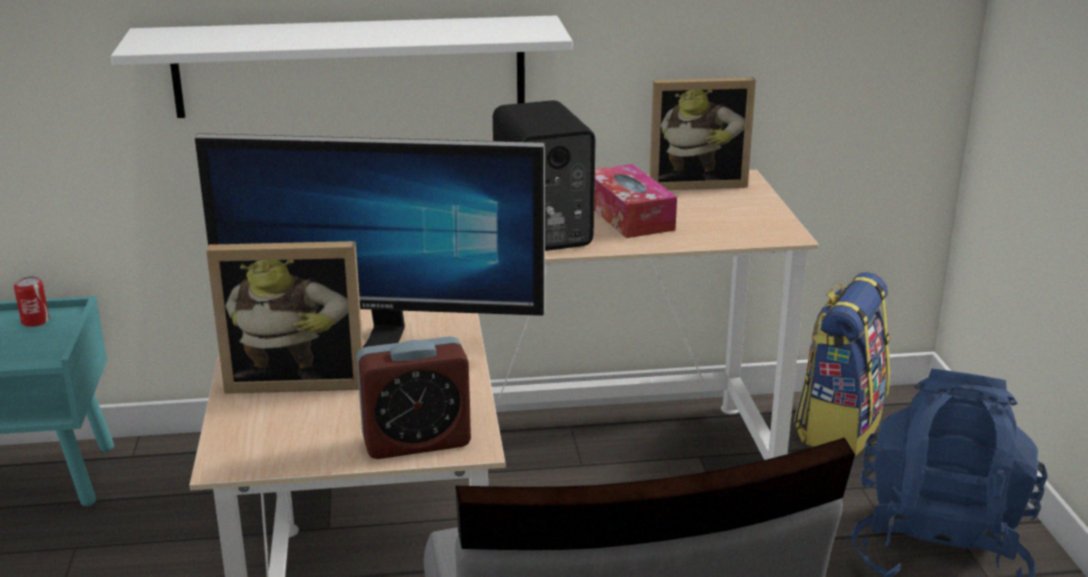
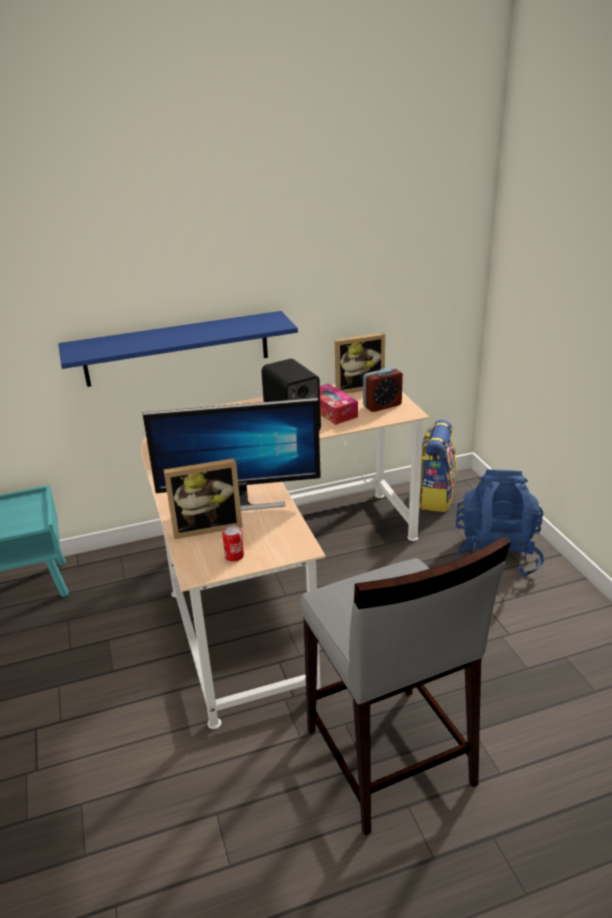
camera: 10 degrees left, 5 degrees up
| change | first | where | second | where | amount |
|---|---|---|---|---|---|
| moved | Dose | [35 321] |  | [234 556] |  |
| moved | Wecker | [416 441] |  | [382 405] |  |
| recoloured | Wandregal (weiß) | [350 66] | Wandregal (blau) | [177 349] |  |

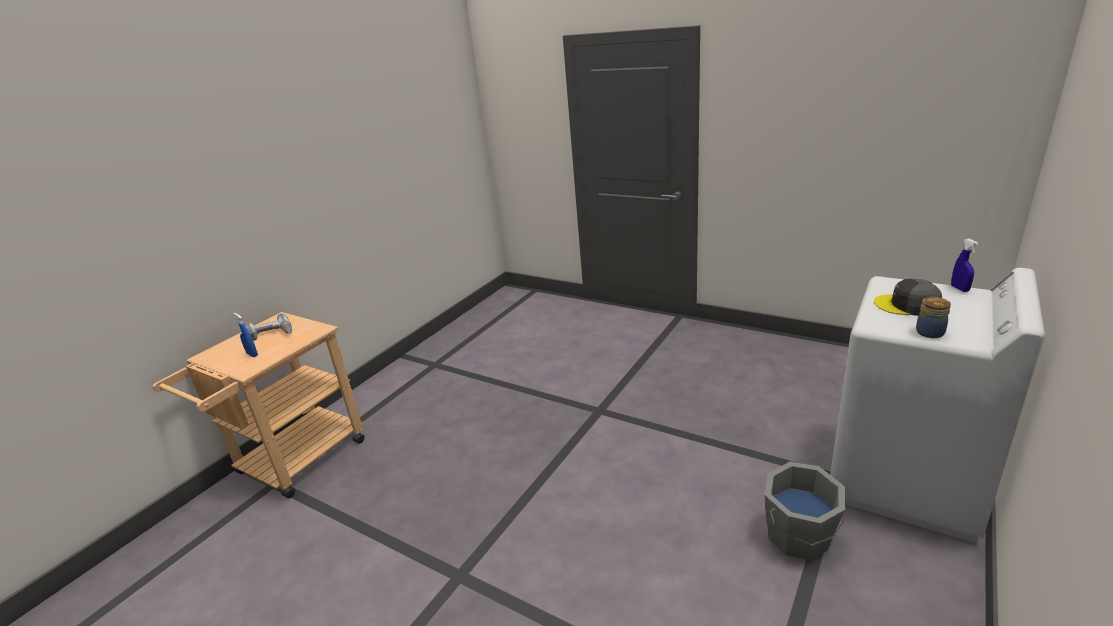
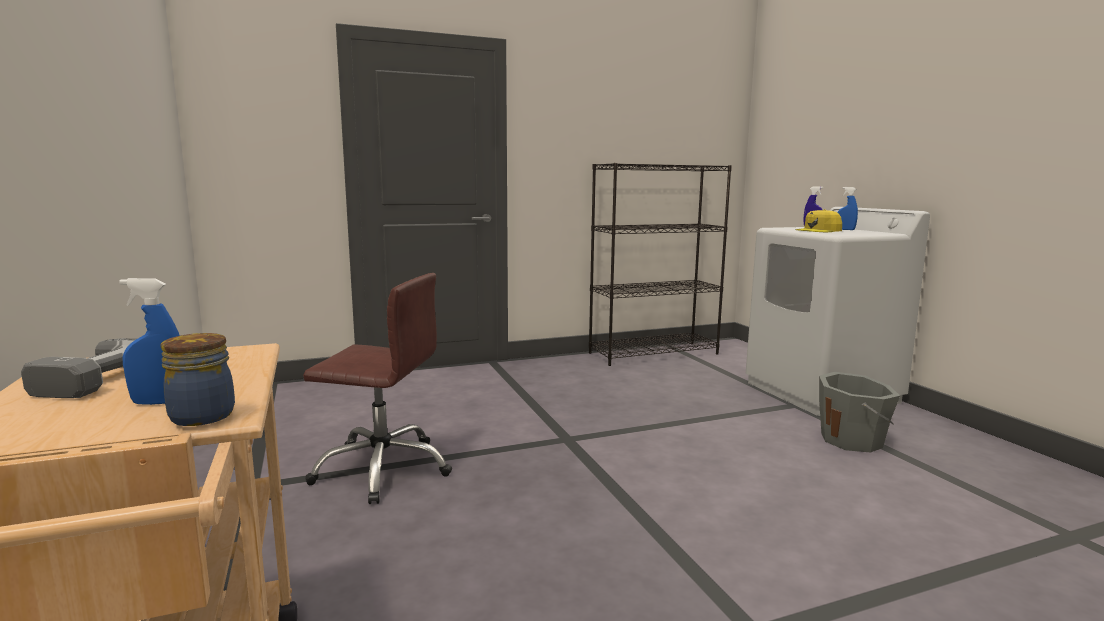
camera: 55 degrees left, 15 degrees down
| change | first | where | second | where | amount |
|---|---|---|---|---|---|
| added |  |  | Bürostuhl (braun) | [383 468] |  |
| added |  |  | Bücherregal (schwarz) | [654 353] |  |
| added |  |  | Sprühflasche (blau) | [845 229] |  |
| moved | Vorratsglas | [929 332] |  | [201 415] |  |
| recoloured | Kappe (grau) | [907 305] | Kappe (gelb) | [819 230] |  |

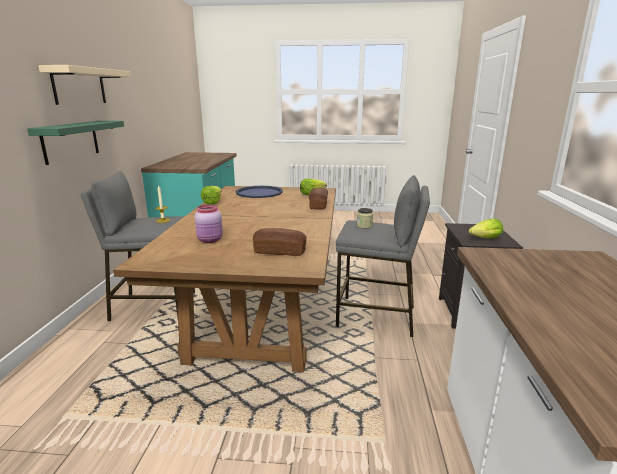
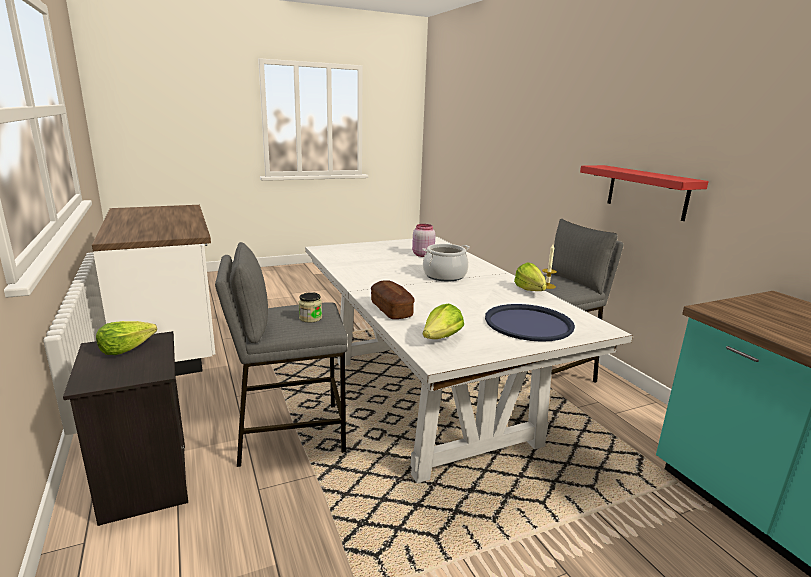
camera: 150 degrees right, 0 degrees up
| change | first | where | second | where | amount |
|---|---|---|---|---|---|
| removed | Wandregal (beige) | [79 86] |  |  |  |
| removed | Brot | [279 251] |  |  |  |
| added |  |  | Kochtopf | [444 276] |  |
| recoloured | Wandregal (grün) | [71 141] | Wandregal (rot) | [647 192] |  |
| recoloured | Esstisch (braun) | [262 314] | Esstisch (weiß) | [426 399] |  |

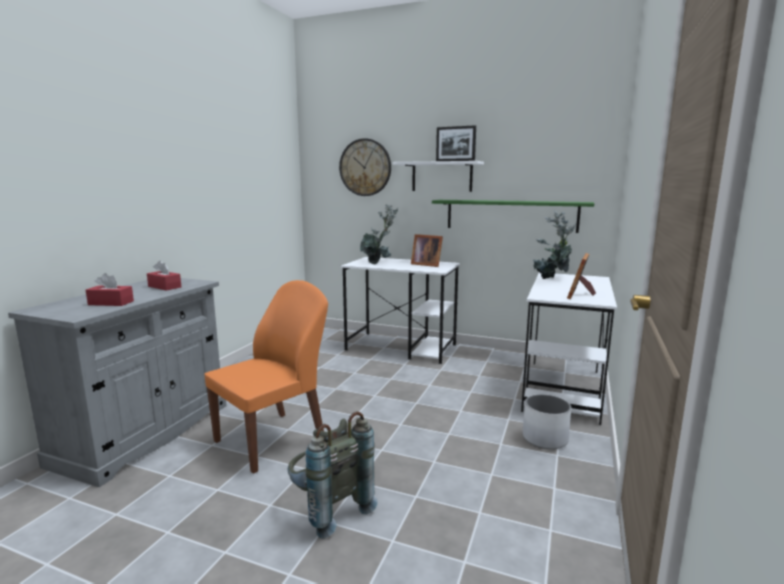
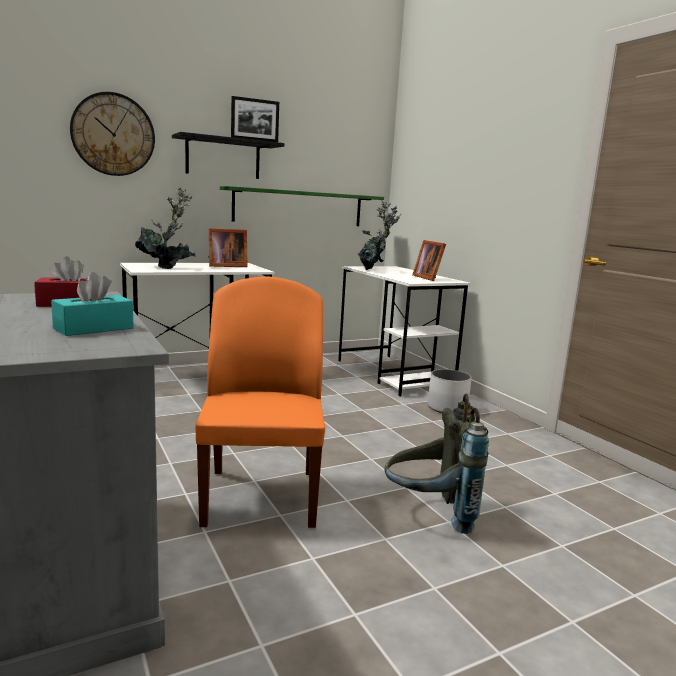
camera: 50 degrees left, 0 degrees up
| change | first | where | second | where | amount |
|---|---|---|---|---|---|
| recoloured | Taschentuchbox (rot) | [111 303] | Taschentuchbox (türkis) | [94 328] |  |
| recoloured | Wandregal (weiß) | [442 176] | Wandregal (schwarz) | [223 158] |  |

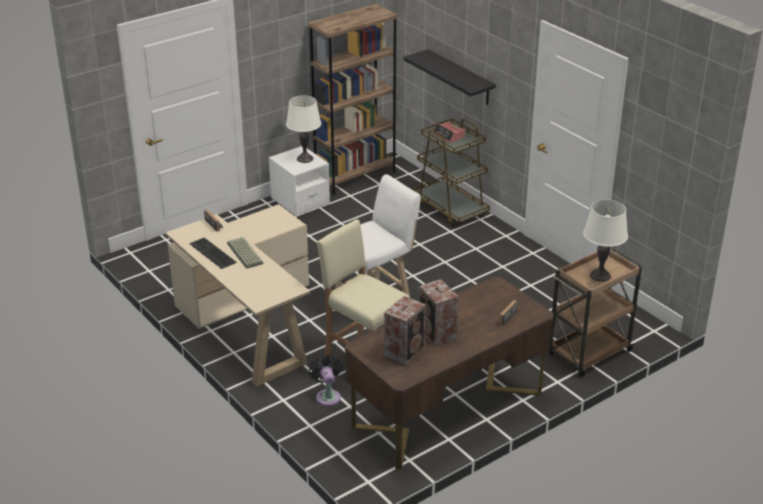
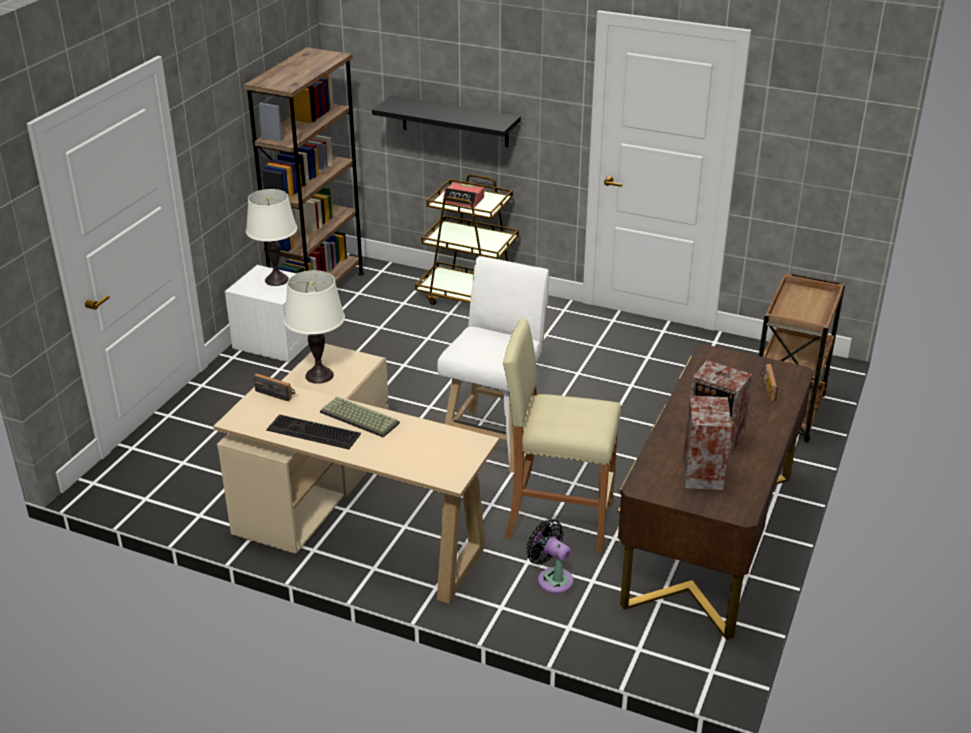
camera: 30 degrees left, 0 degrees up
| change | first | where | second | where | amount |
|---|---|---|---|---|---|
| moved | Tischlampe (weiß) | [600 276] |  | [319 375] |  |

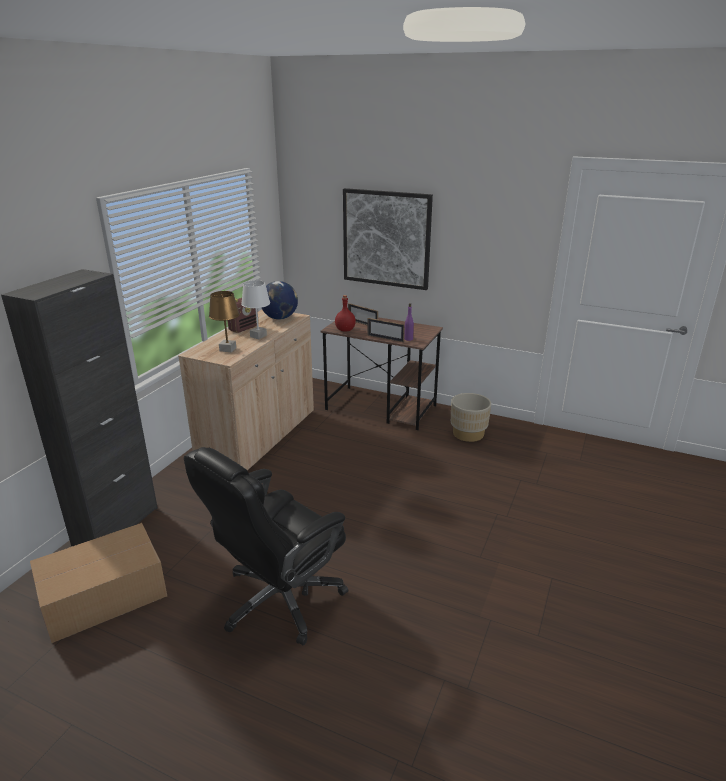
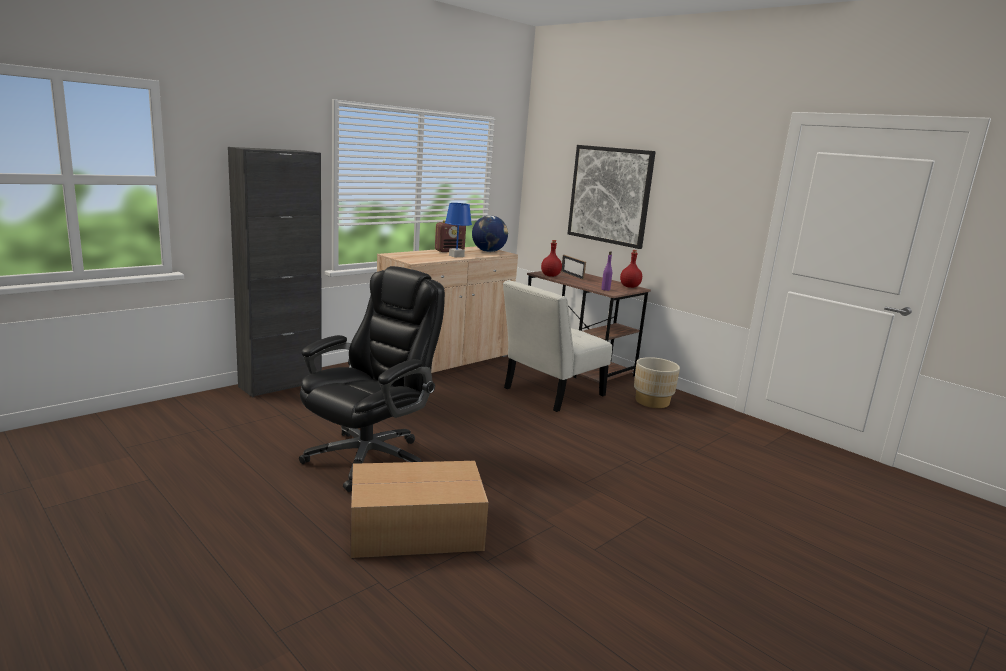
camera: 20 degrees right, 10 degrees down
| change | first | where | second | where | amount |
|---|---|---|---|---|---|
| removed | Tischlampe (braun) | [227 349] |  |  |  |
| removed | Bilderrahmen | [385 338] |  |  |  |
| added |  |  | Stuhl (weiß) | [550 393] |  |
| added |  |  | Flasche (rot) | [629 286] |  |
| moved | Karton | [102 596] |  | [413 528] |  |
| recoloured | Tischlampe (weiß) | [258 336] | Tischlampe (blau) | [456 256] |  |
| turned | Bürostuhl (schwarz) | [279 599] |  | [369 458] | 150 degrees clockwise |

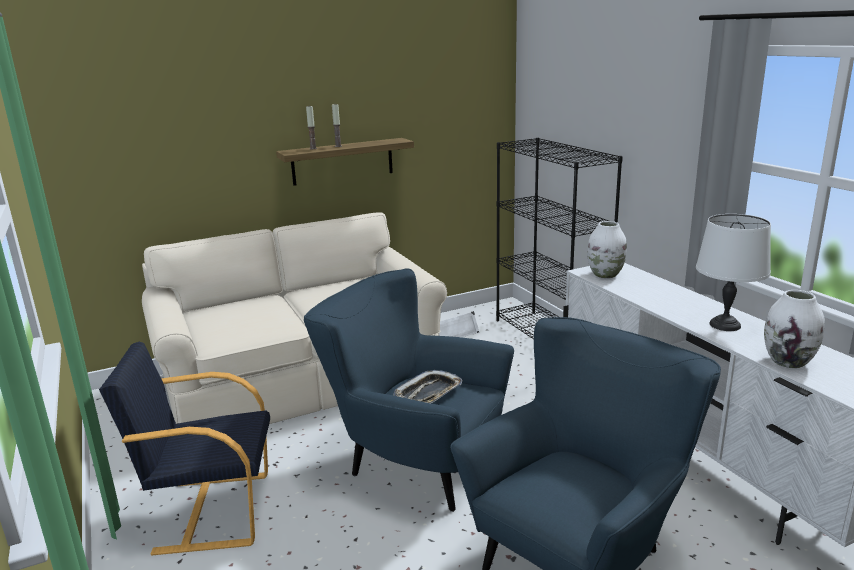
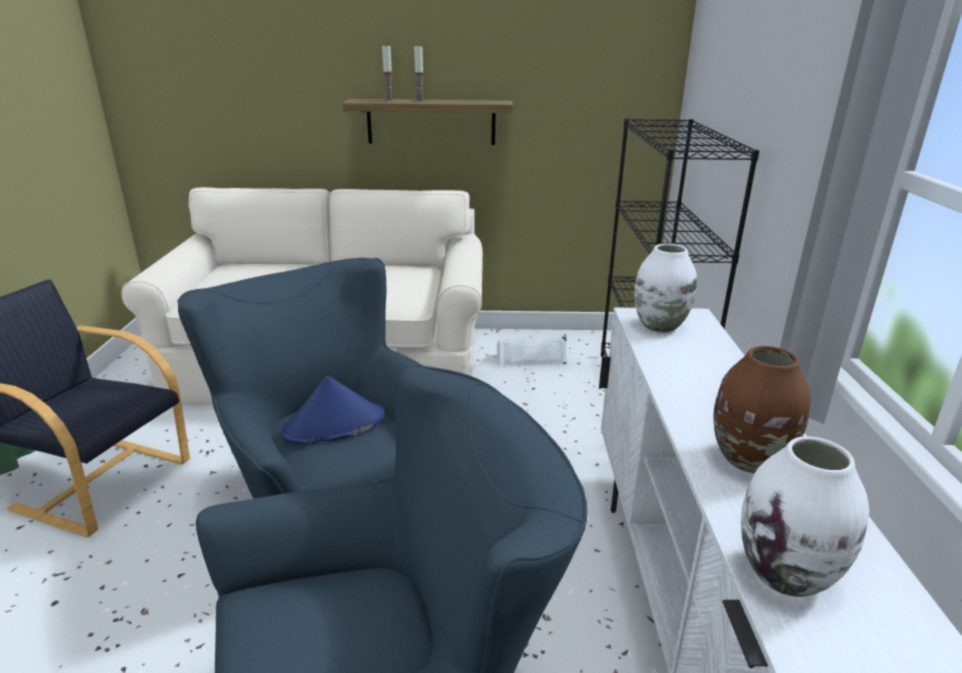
camera: 25 degrees right, 5 degrees up
| change | first | where | second | where | amount |
|---|---|---|---|---|---|
| replaced | Tablett | [428 393] | Hut (blau) | [333 425] |  |
| replaced | Tischlampe (weiß) | [725 325] | Vase (braun) | [750 460] |  |

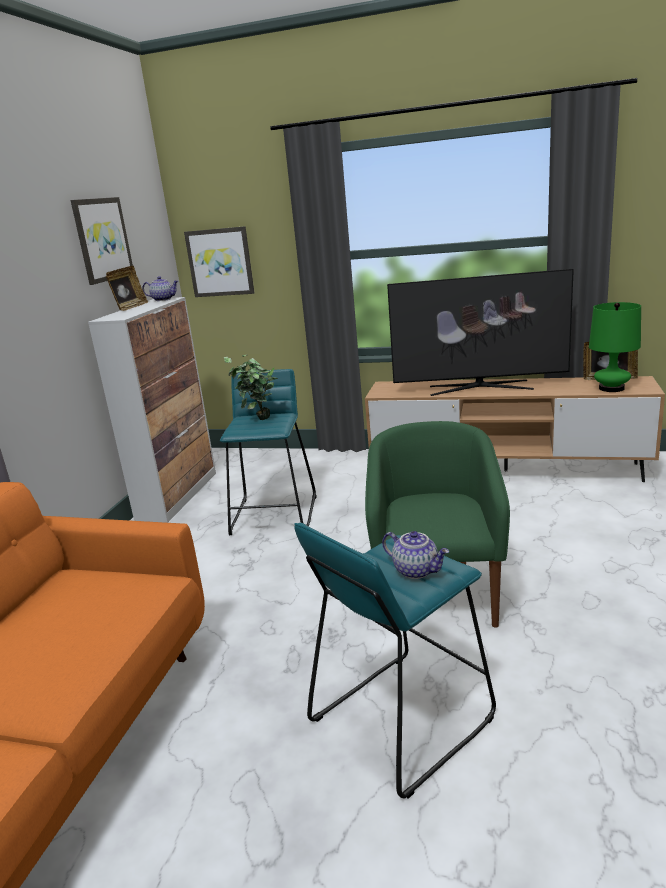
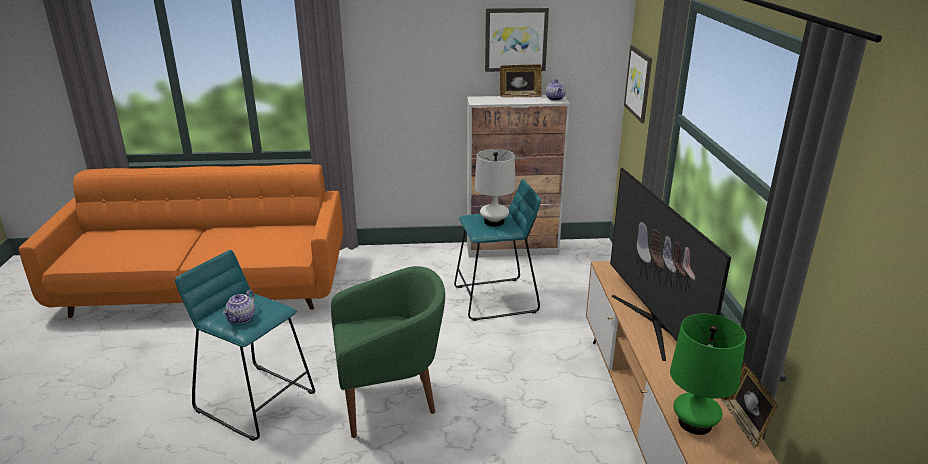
camera: 70 degrees right, 5 degrees up
| change | first | where | second | where | amount |
|---|---|---|---|---|---|
| replaced | Topfpflanze | [258 421] | Tischlampe (weiß) | [494 222] |  |

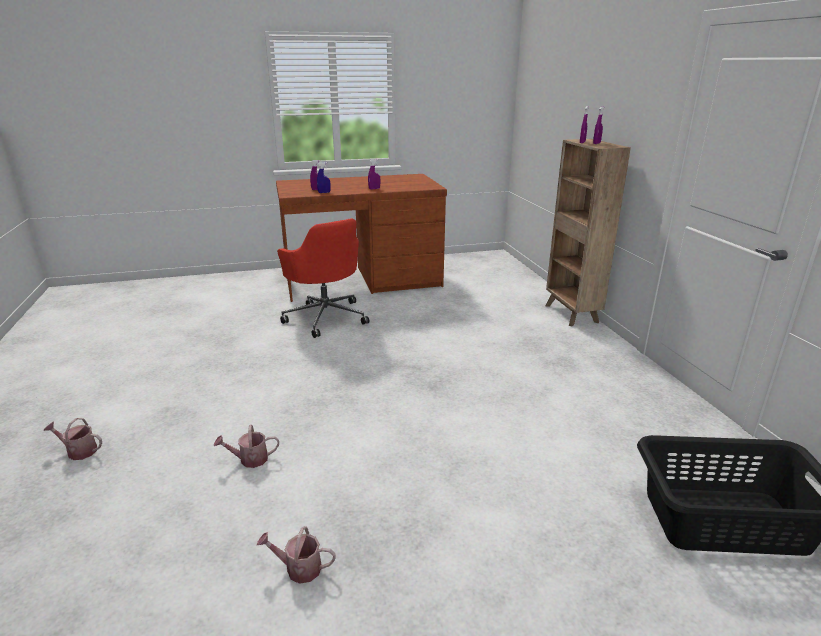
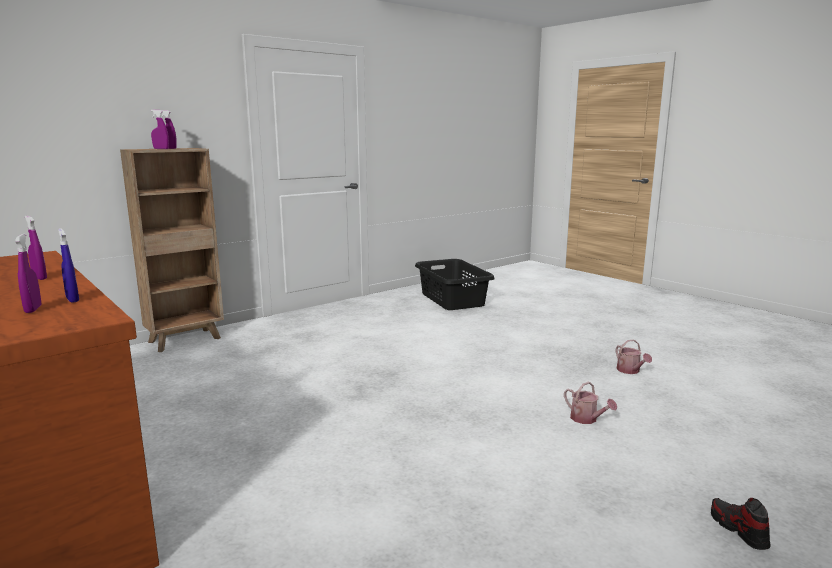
camera: 115 degrees left, 10 degrees down
| change | first | where | second | where | amount |
|---|---|---|---|---|---|
| removed | Bürostuhl (rot) | [326 317] |  |  |  |
| replaced | Gießkanne | [79 451] | Schuh | [738 530] |  |

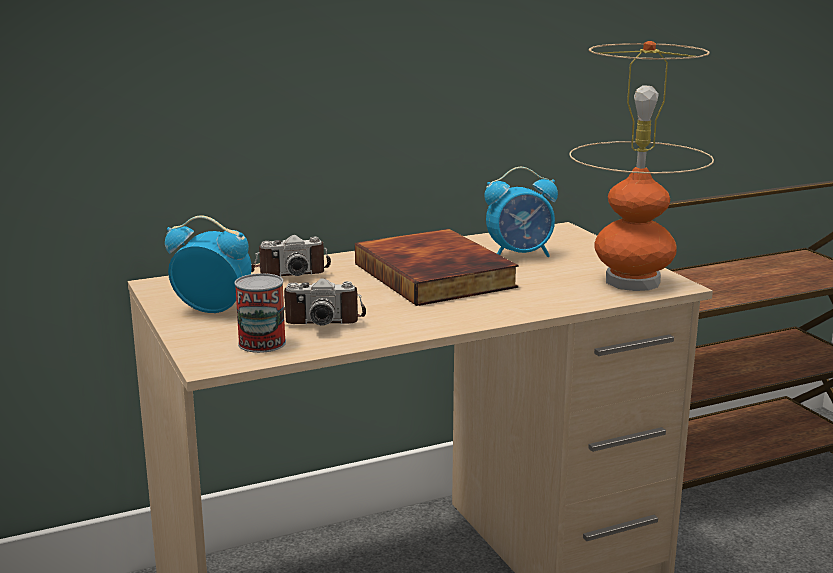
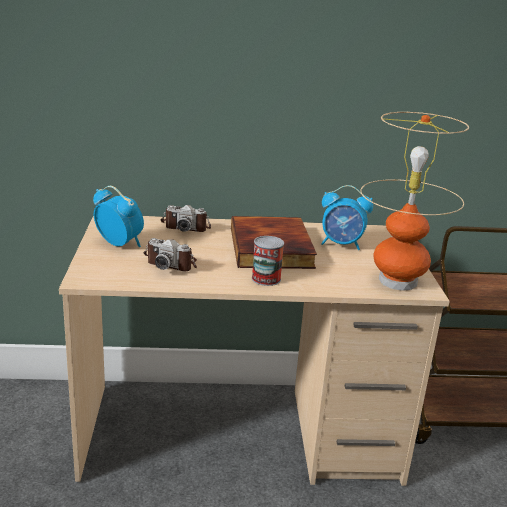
camera: 20 degrees right, 5 degrees up
| change | first | where | second | where | amount |
|---|---|---|---|---|---|
| moved | Dose | [262 343] |  | [266 279] |  |

